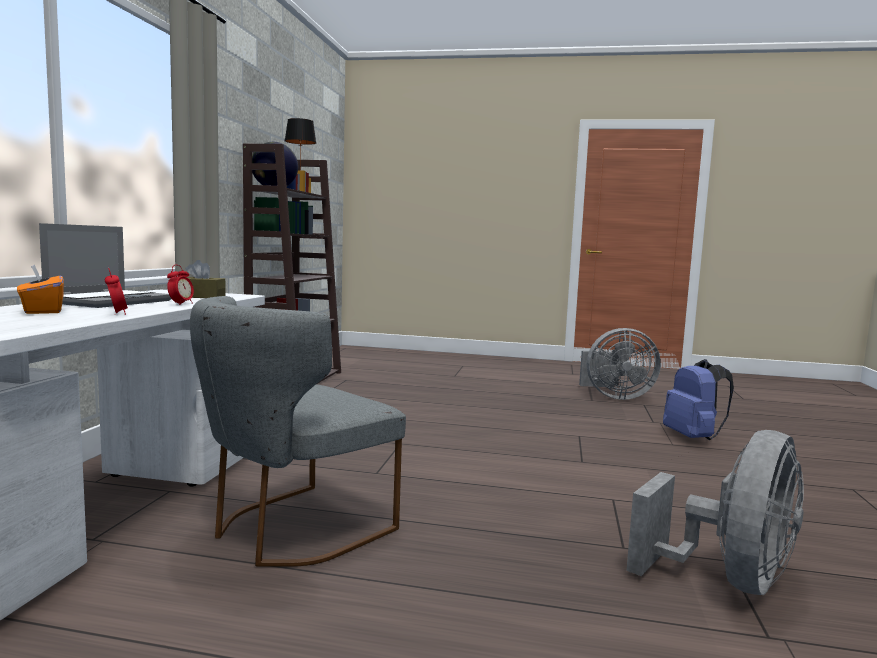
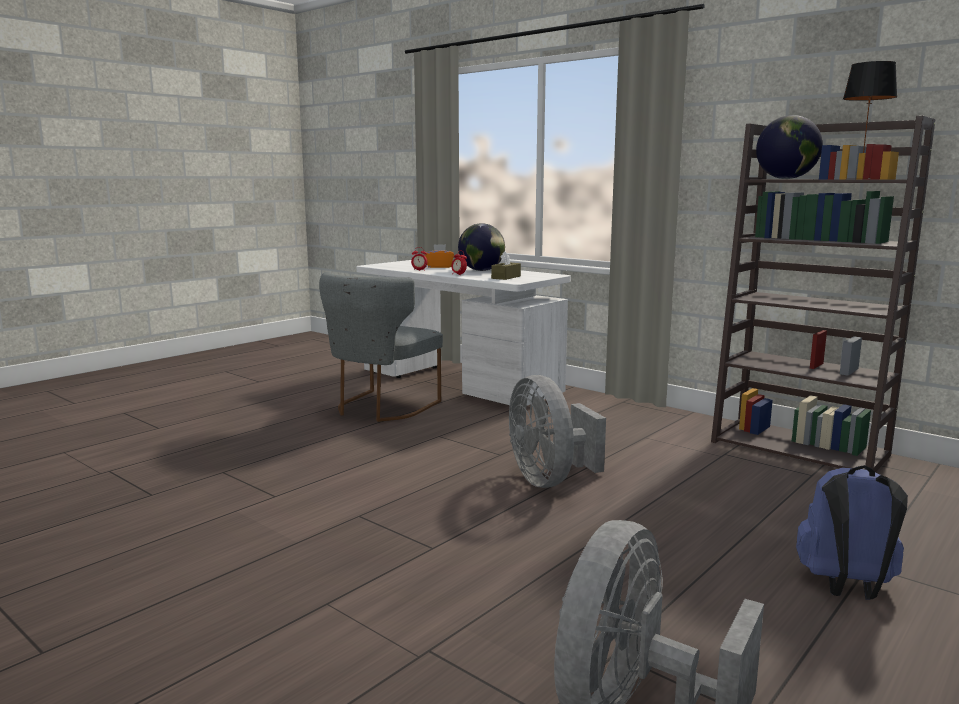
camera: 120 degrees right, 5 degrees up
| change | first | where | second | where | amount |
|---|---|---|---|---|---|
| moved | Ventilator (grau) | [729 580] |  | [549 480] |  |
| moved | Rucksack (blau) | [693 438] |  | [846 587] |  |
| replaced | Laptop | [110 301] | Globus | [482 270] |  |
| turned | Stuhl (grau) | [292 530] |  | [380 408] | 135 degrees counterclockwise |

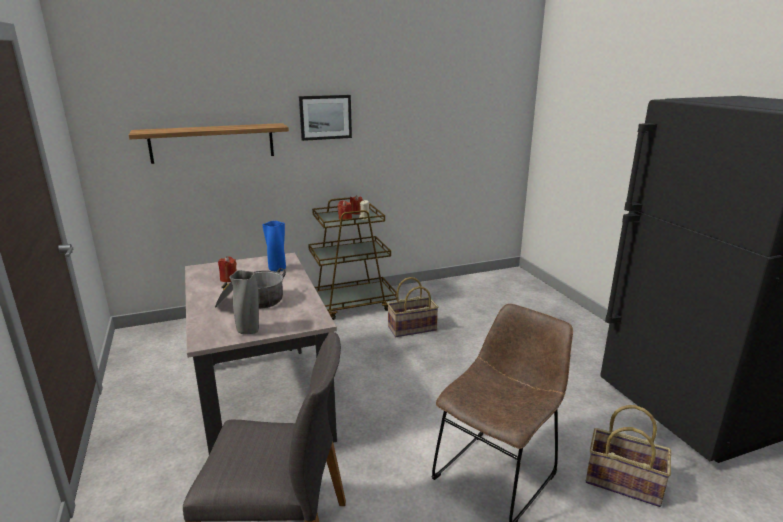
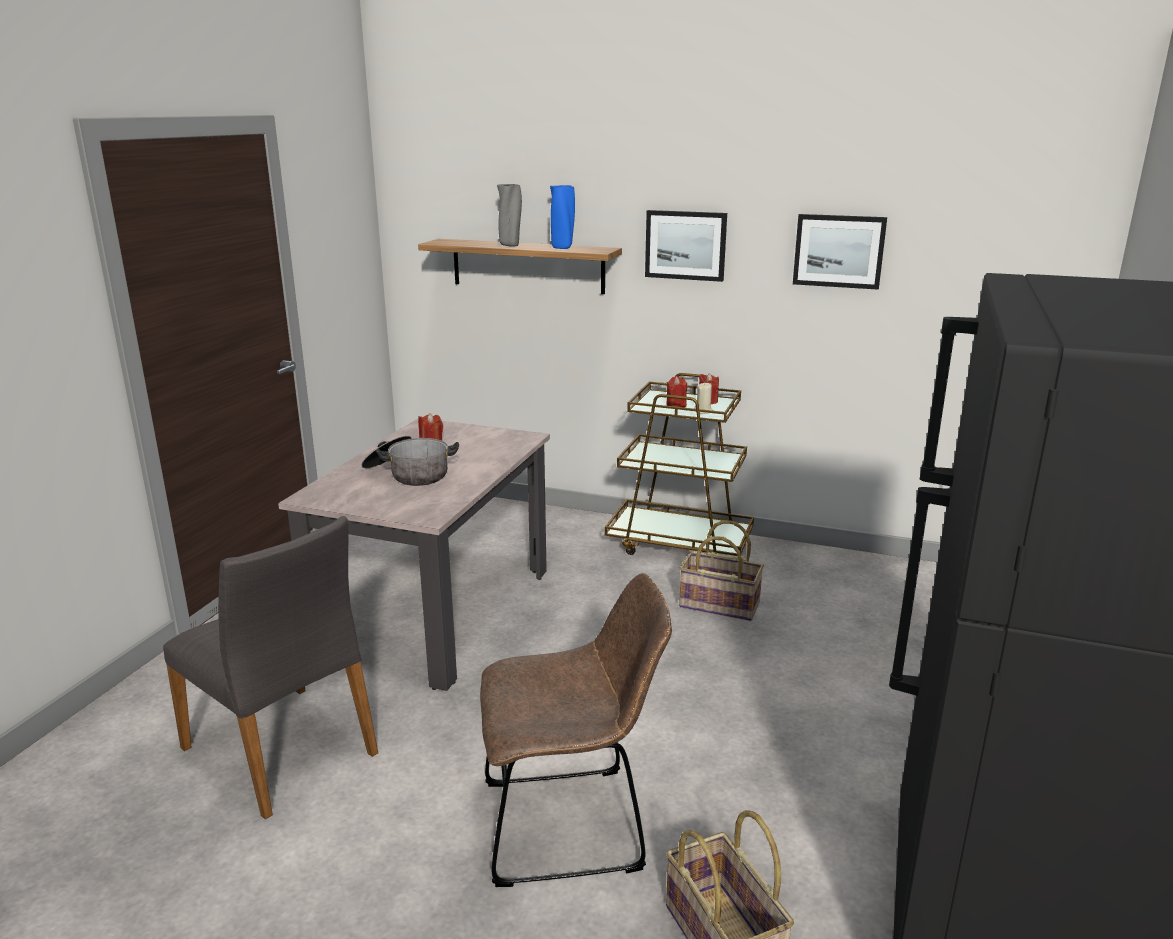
camera: 40 degrees right, 0 degrees up
| change | first | where | second | where | amount |
|---|---|---|---|---|---|
| added |  |  | Bild | [839 251] |  |
| moved | Vase (grau) | [248 331] |  | [510 245] |  |
| moved | Vase (blau) | [277 269] |  | [563 247] |  |

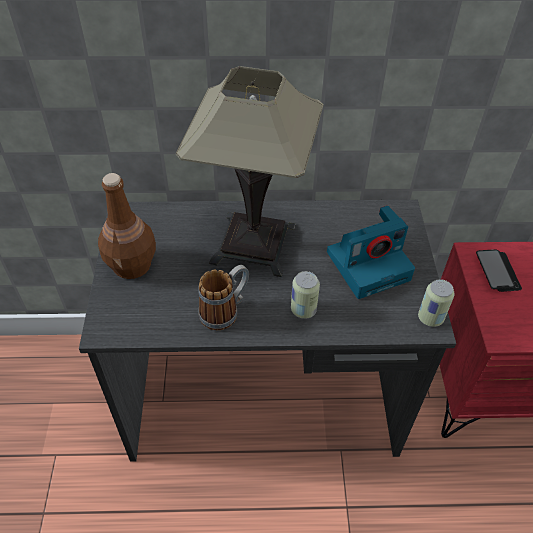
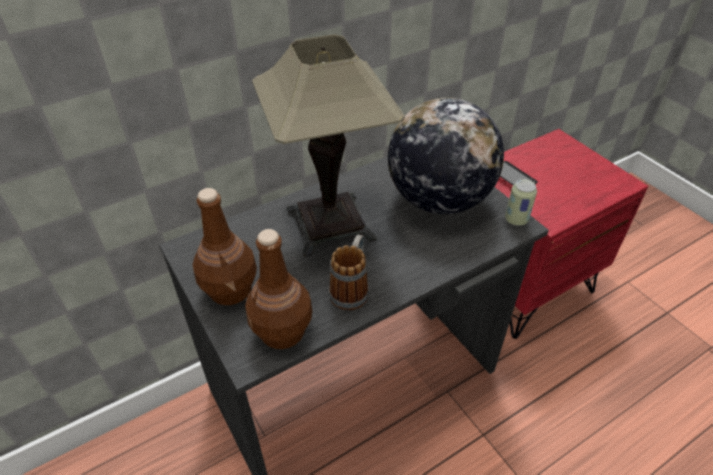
camera: 30 degrees left, 5 degrees down
| change | first | where | second | where | amount |
|---|---|---|---|---|---|
| removed | Dose | [303 310] |  |  |  |
| added |  |  | Flasche (braun) | [283 331] |  |
| replaced | Kamera | [369 264] | Globus | [438 200] |  |

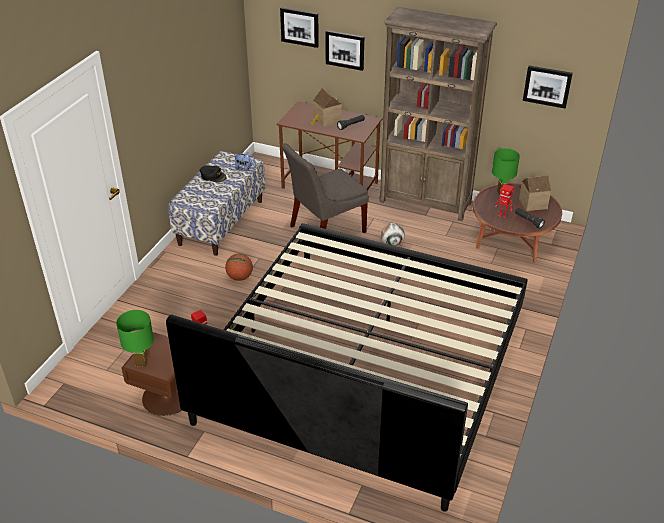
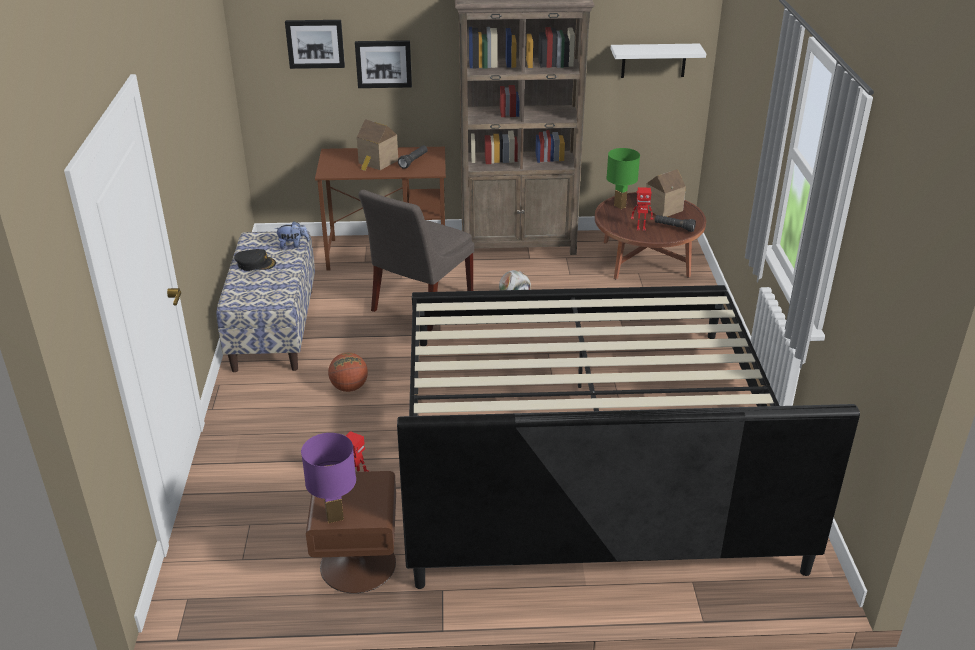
camera: 25 degrees left, 5 degrees down
| change | first | where | second | where | amount |
|---|---|---|---|---|---|
| replaced | Bild | [547 86] | Wandregal (weiß) | [653 60] |  |
| recoloured | Tischlampe (grün) | [142 363] | Tischlampe (lila) | [335 517] |  |

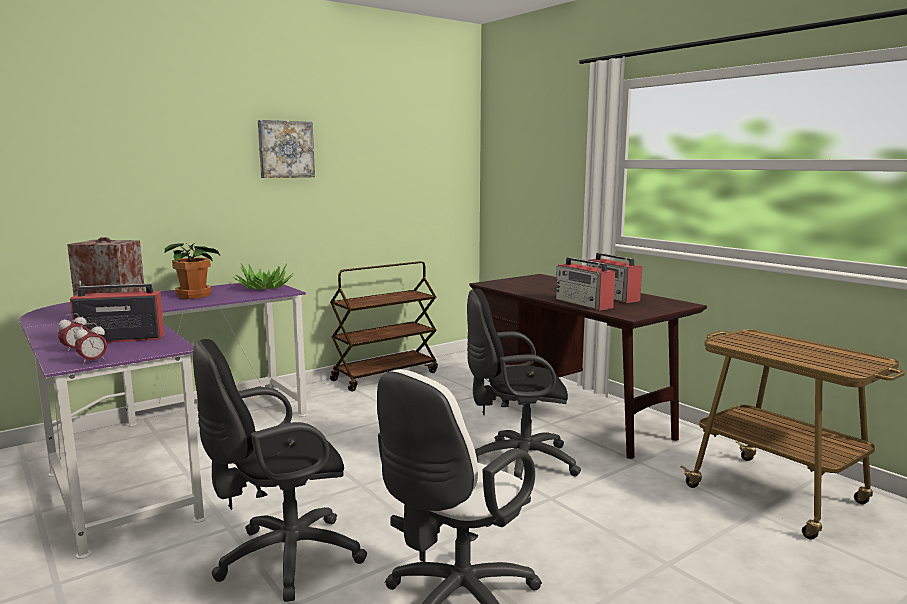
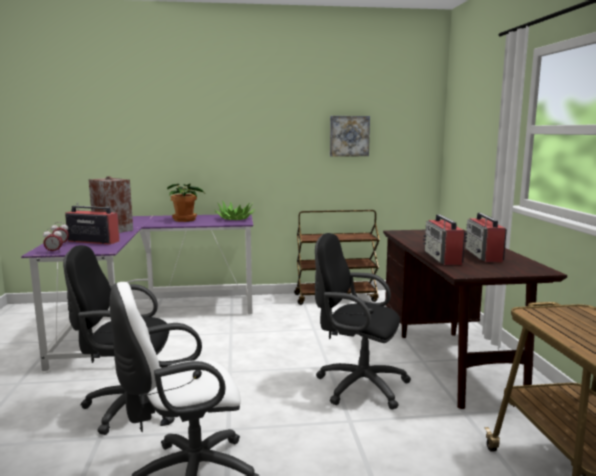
camera: 30 degrees right, 0 degrees up
| change | first | where | second | where | amount |
|---|---|---|---|---|---|
| moved | Bild | [285 149] |  | [349 136] |  |

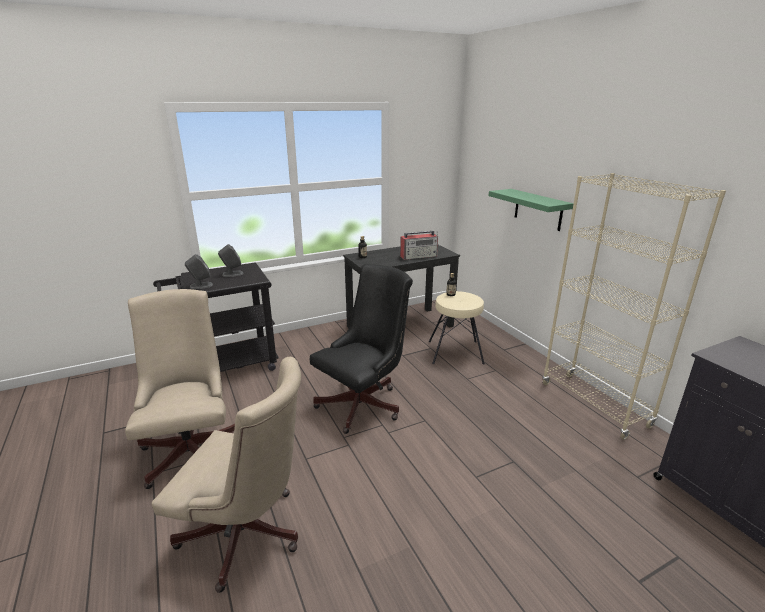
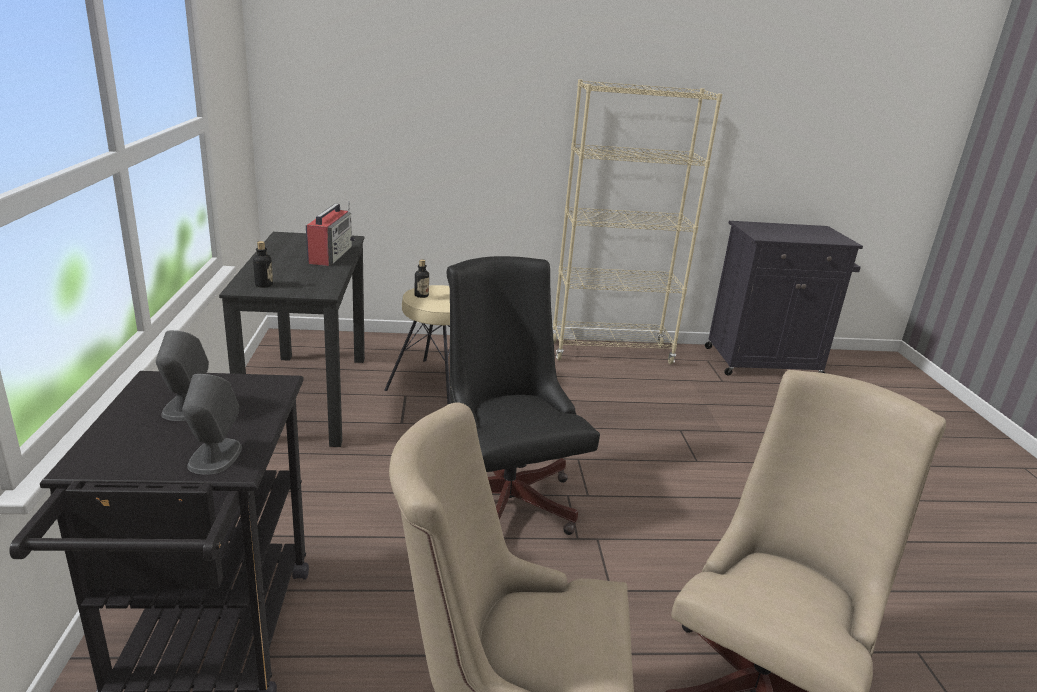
camera: 70 degrees left, 0 degrees up
| change | first | where | second | where | amount |
|---|---|---|---|---|---|
| removed | Wandregal (grün) | [538 209] |  |  |  |

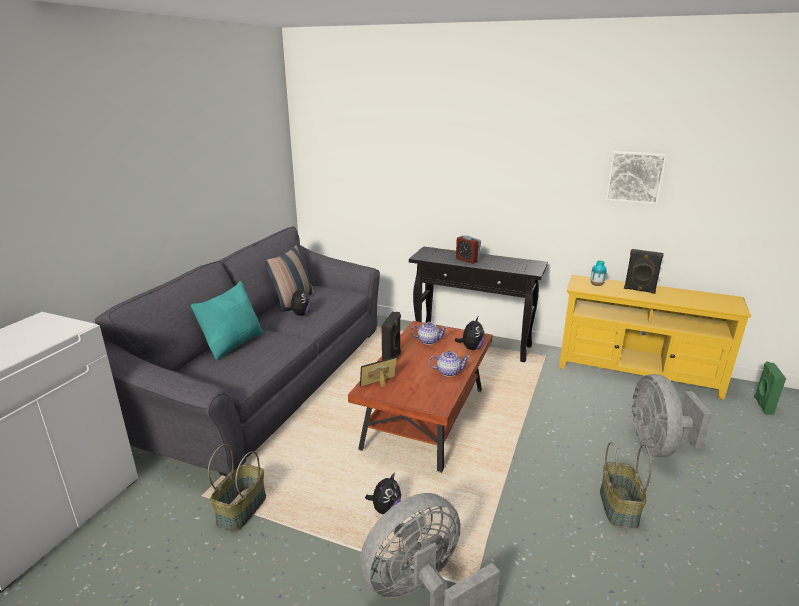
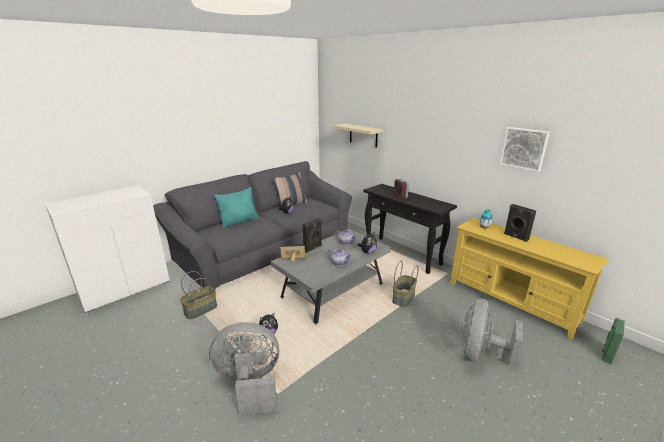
camera: 25 degrees right, 0 degrees up
| change | first | where | second | where | amount |
|---|---|---|---|---|---|
| added |  |  | Wandregal (beige) | [363 135] |  |
| moved | Korb | [619 507] |  | [403 298] |  |
| recoloured | Couchtisch (braun) | [425 419] | Couchtisch (grau) | [333 291] |  |

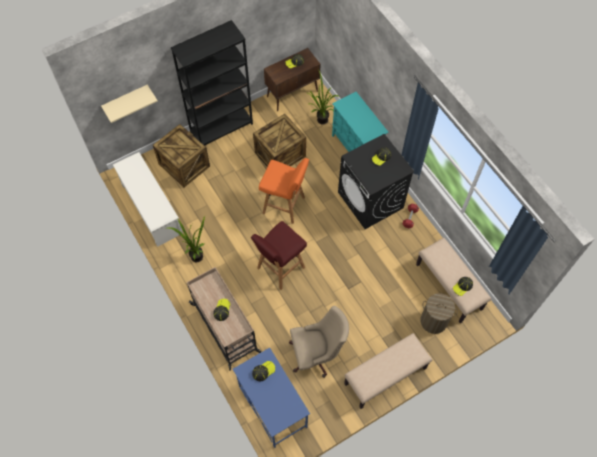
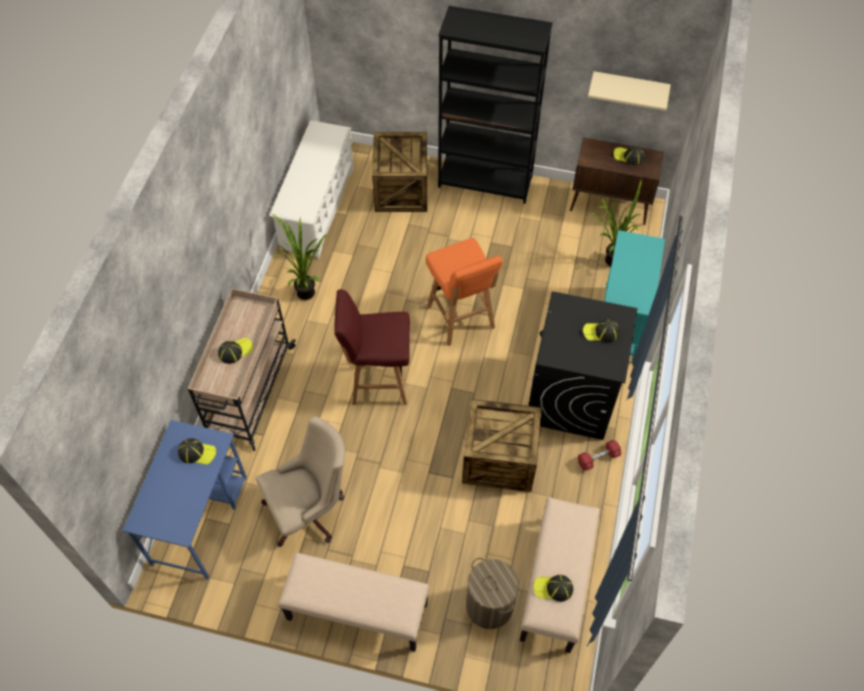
camera: 45 degrees right, 5 degrees down
| change | first | where | second | where | amount |
|---|---|---|---|---|---|
| moved | Wandregal (beige) | [126 100] |  | [629 88] |  |
| moved | Kiste | [280 154] |  | [500 458] |  |
| turned | Bürostuhl (beige) | [317 354] |  | [310 510] | 60 degrees counterclockwise |

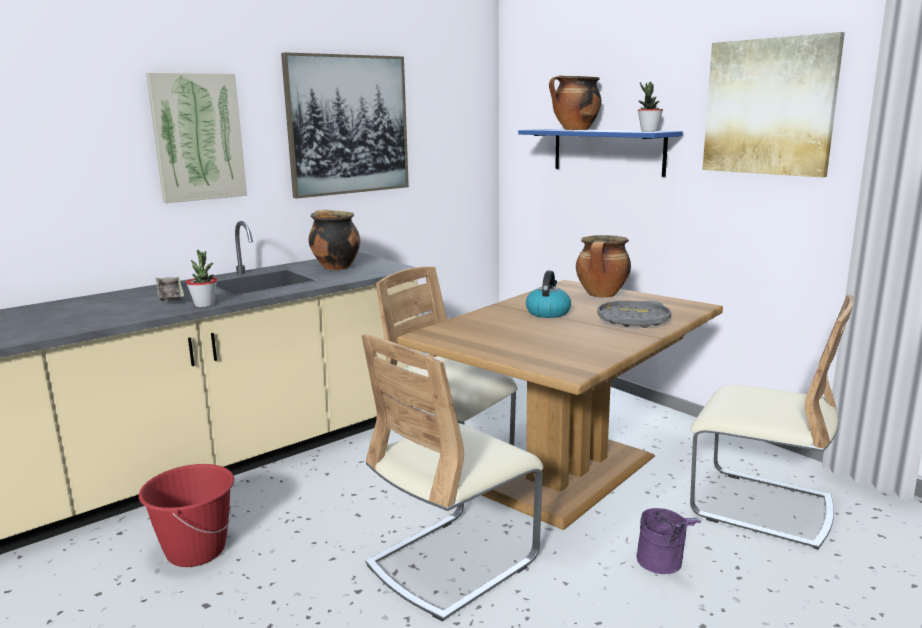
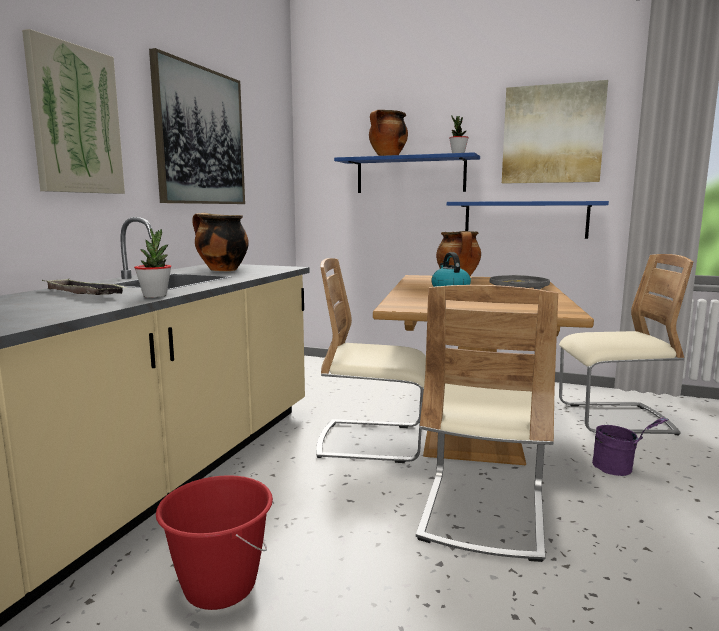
camera: 30 degrees left, 5 degrees down
| change | first | where | second | where | amount |
|---|---|---|---|---|---|
| added |  |  | Wandregal (blau) | [525 219] |  |

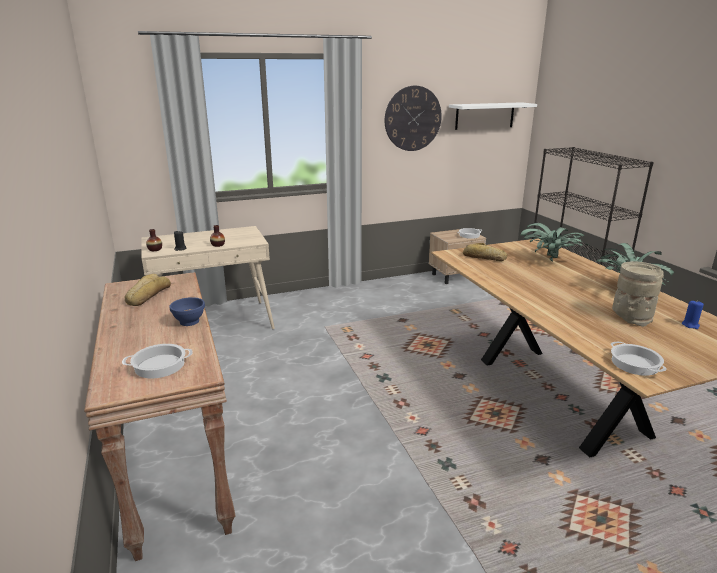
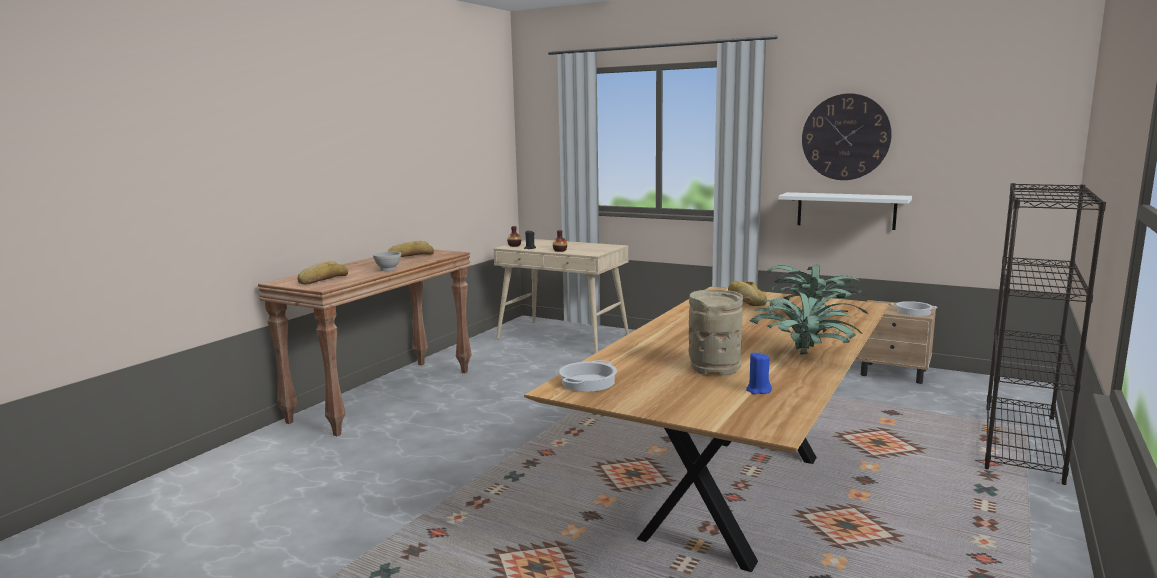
camera: 50 degrees right, 10 degrees down
| change | first | where | second | where | amount |
|---|---|---|---|---|---|
| moved | Wandregal (weiß) | [485 116] |  | [846 210] |  |
| replaced | Kochtopf | [160 365] | Brot | [322 279] |  |
| recoloured | Schüssel (blau) | [189 321] | Schüssel (weiß) | [388 269] |  |

